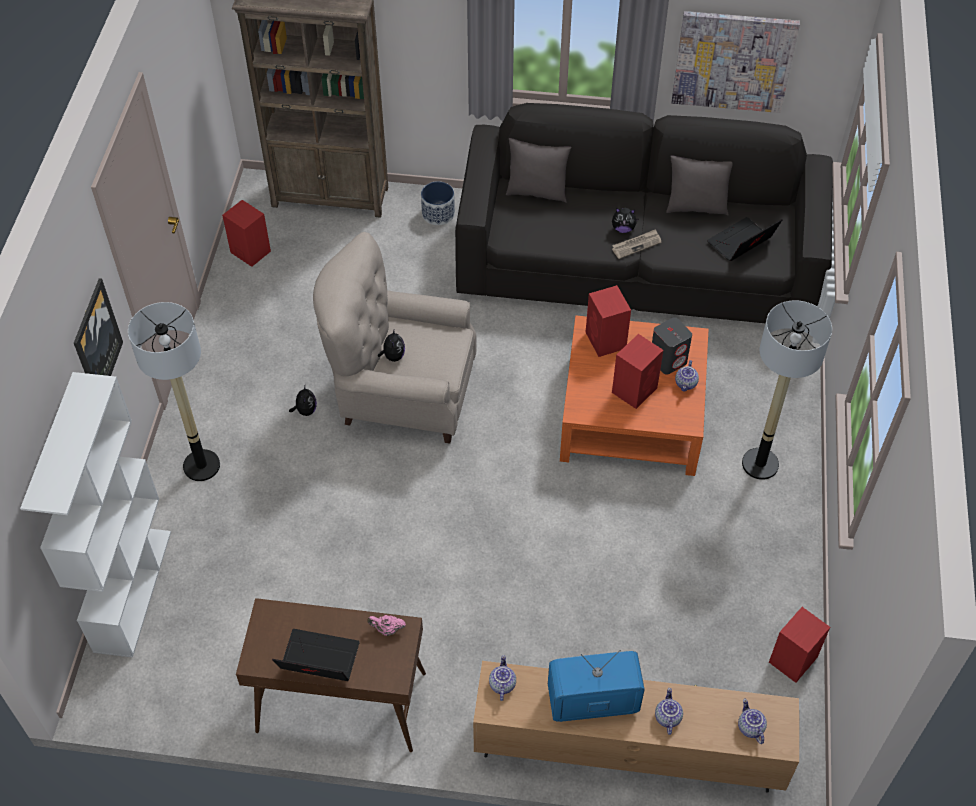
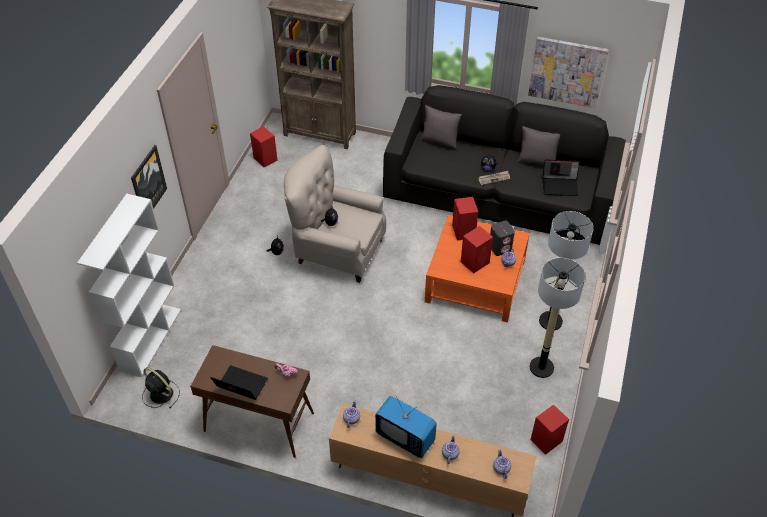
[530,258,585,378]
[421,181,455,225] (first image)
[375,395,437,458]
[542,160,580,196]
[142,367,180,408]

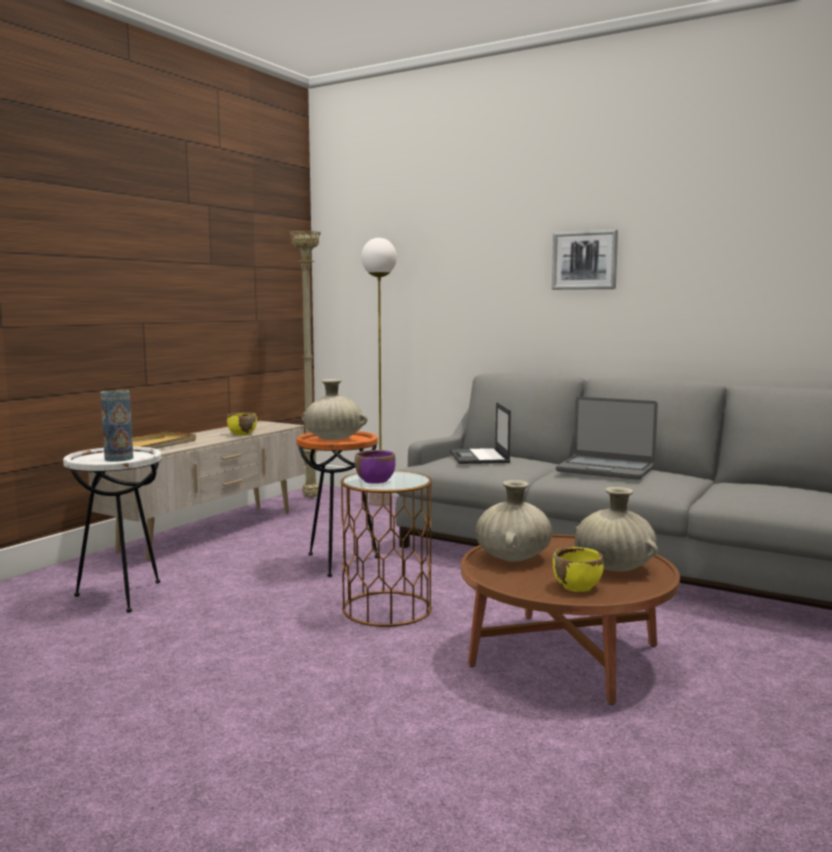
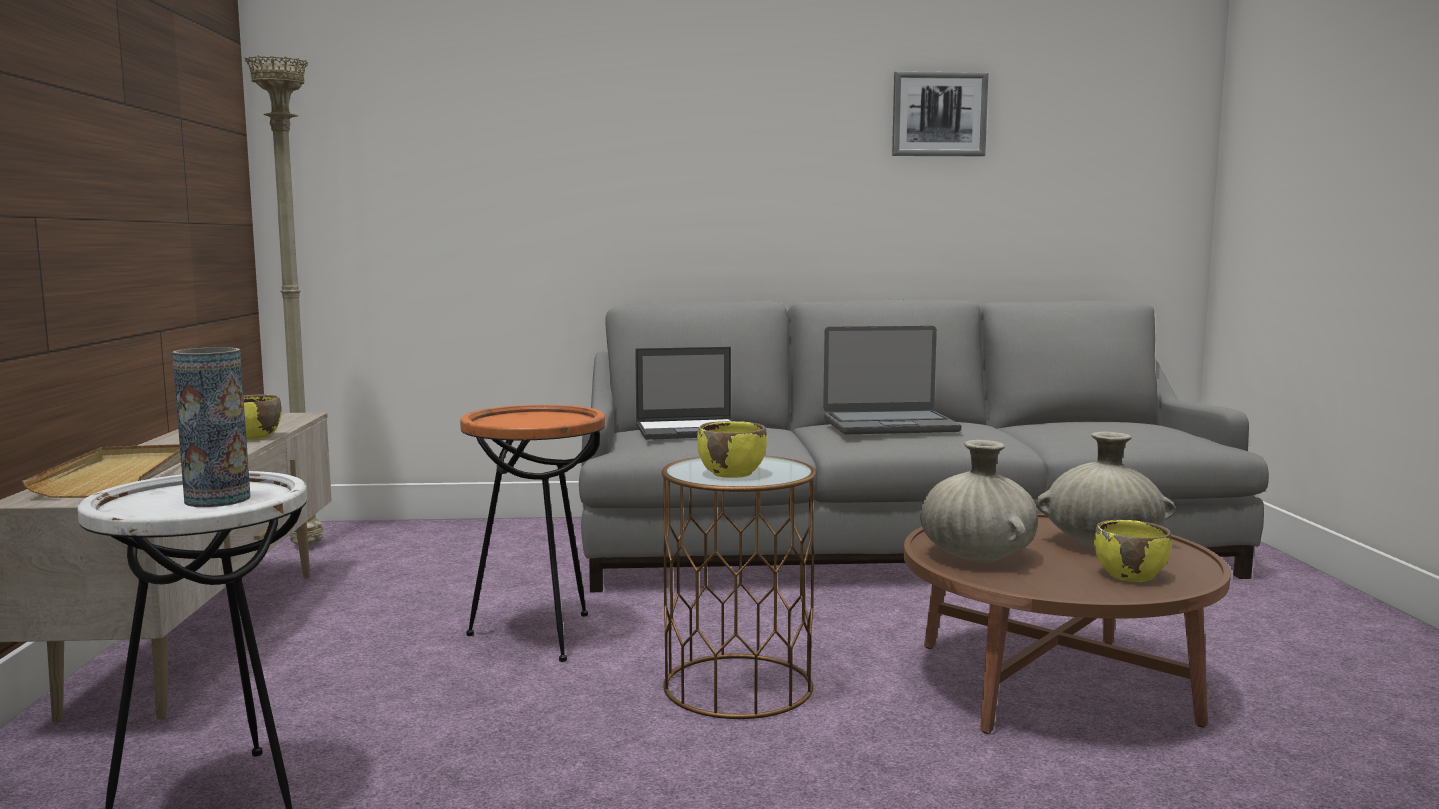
[302,379,367,440] (first image)
[697,421,767,478]
[361,238,397,506] (first image)
[635,347,733,440]
[892,71,988,156]

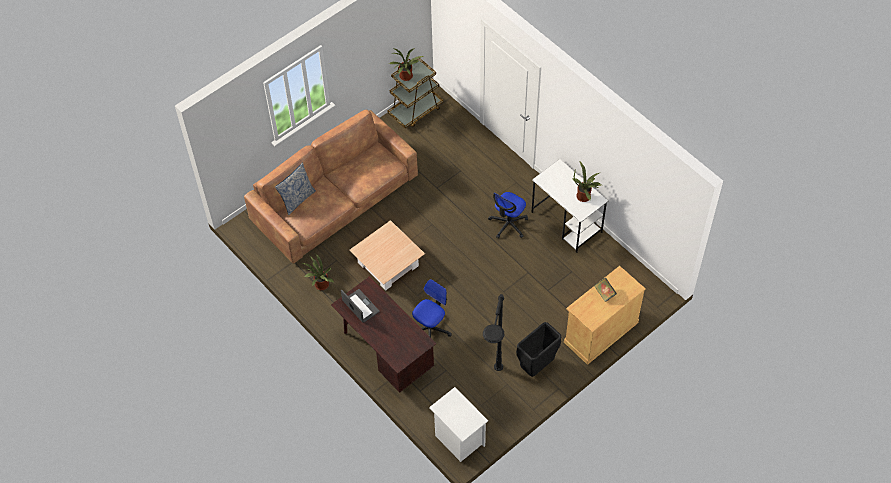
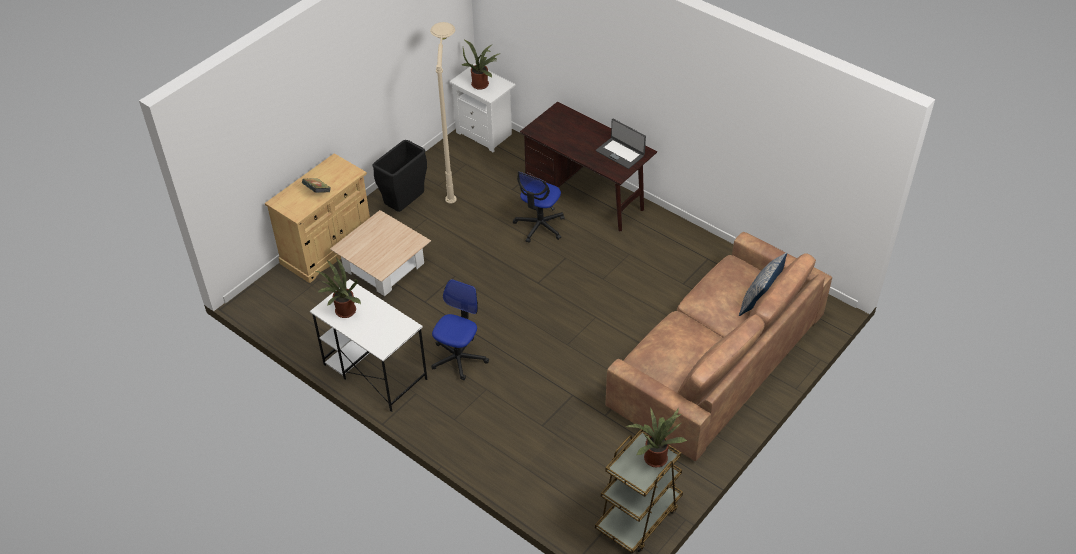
[461,39,502,90]
[330,210,431,296]
[430,22,457,204]

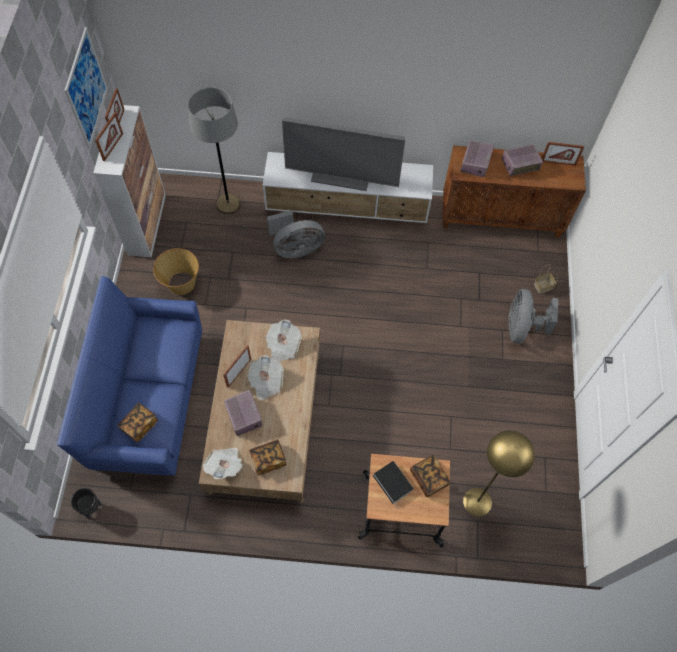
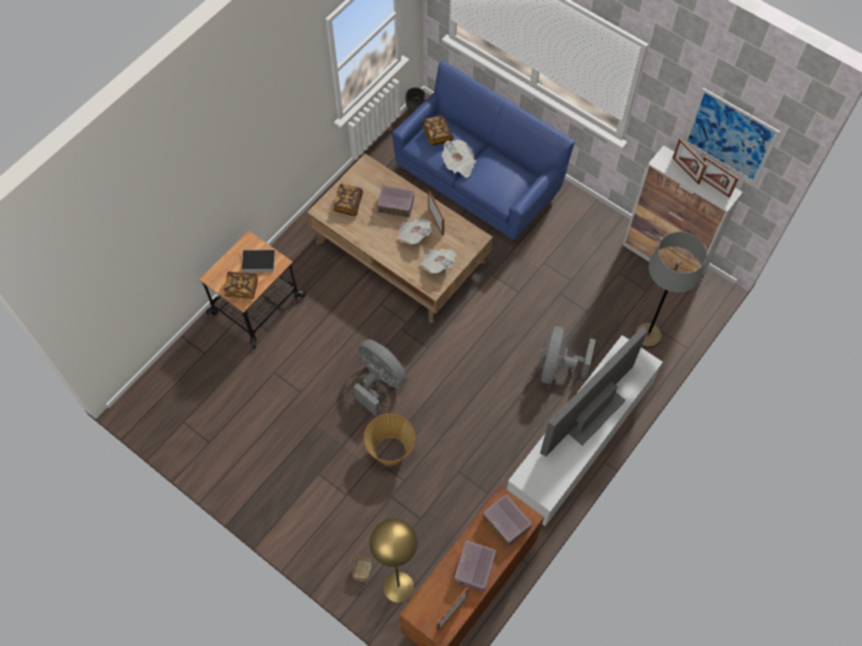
[364,414,415,465]
[442,140,476,178]
[369,518,418,603]
[354,339,407,417]

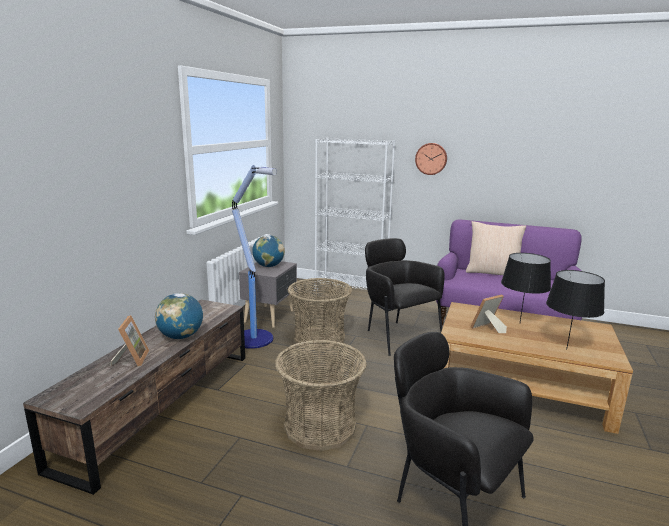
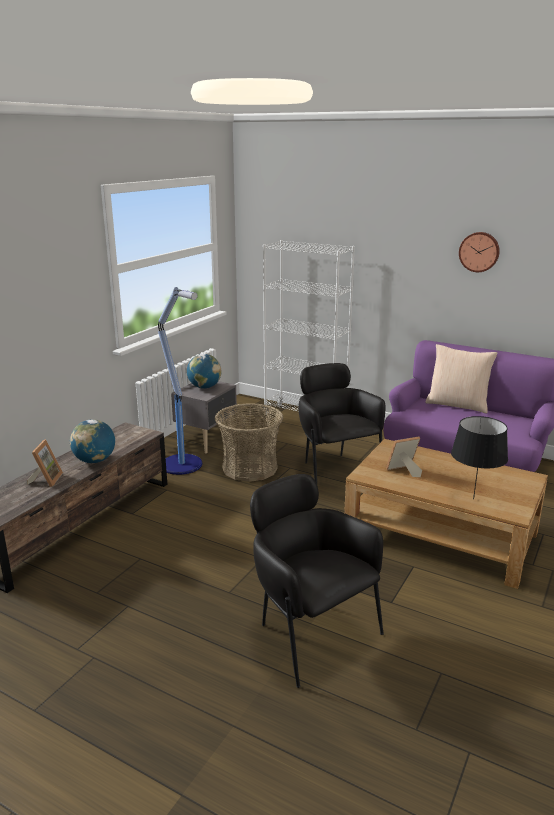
[275,340,367,451] (first image)
[459,232,500,272]
[501,253,551,322] (first image)

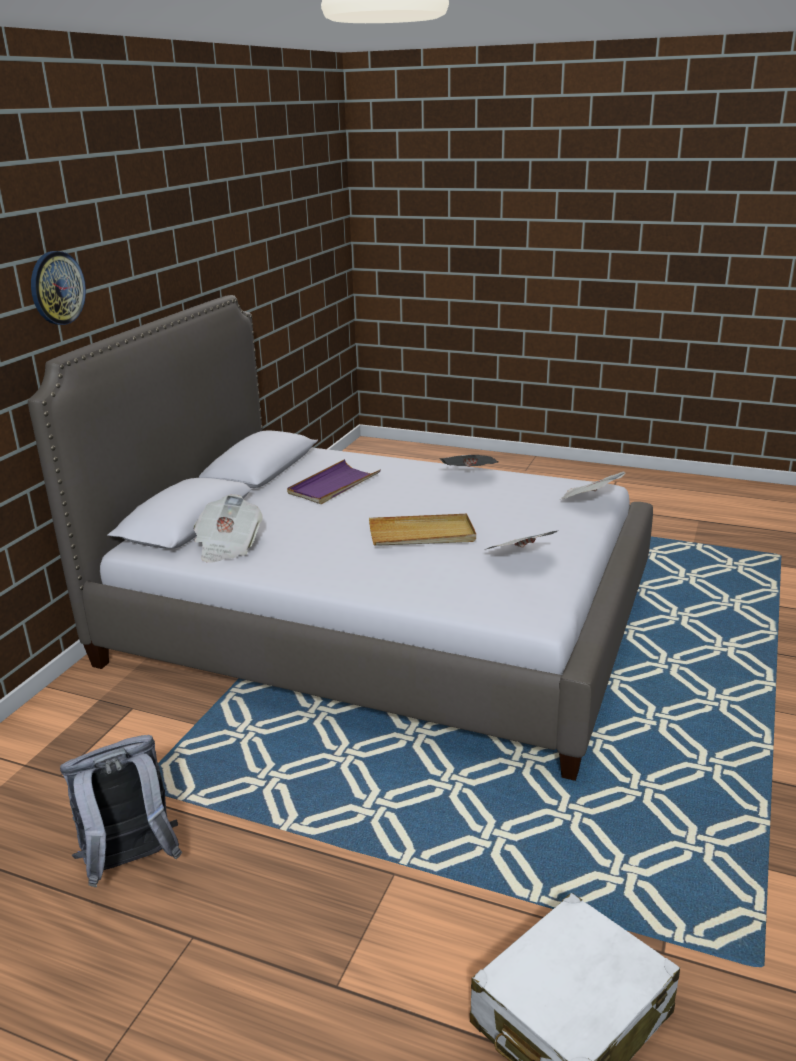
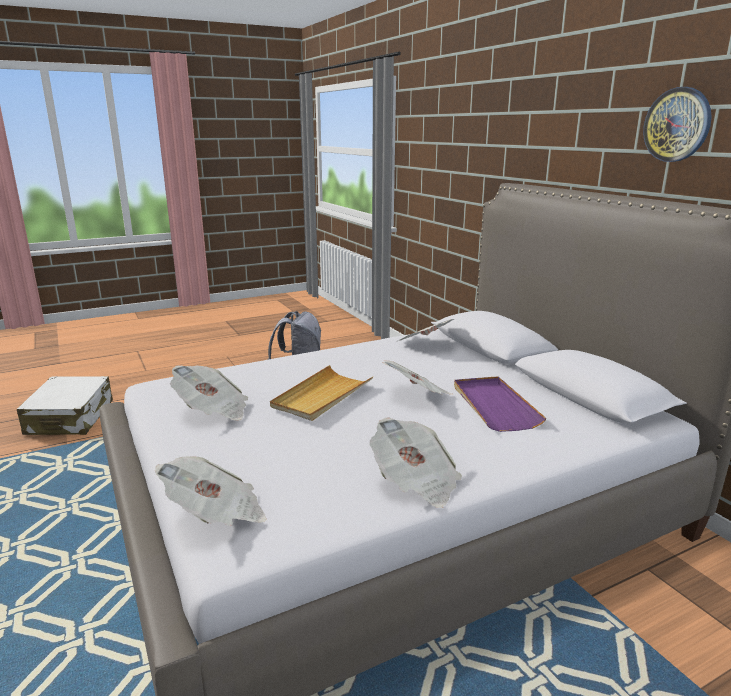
[643,87,712,162]
[382,361,454,395]

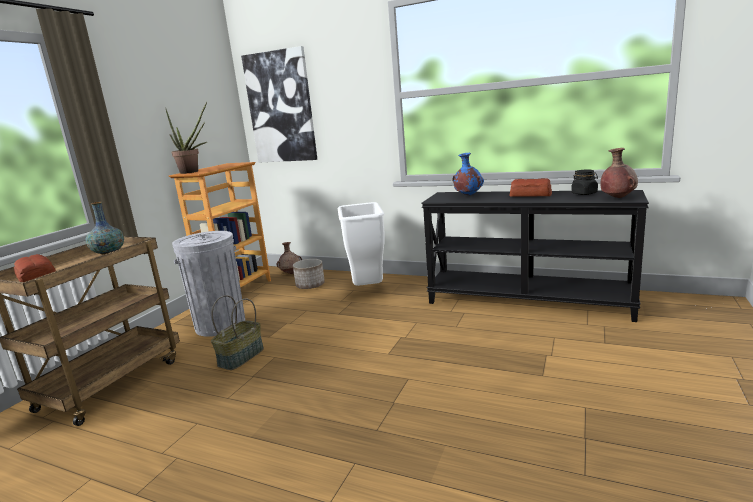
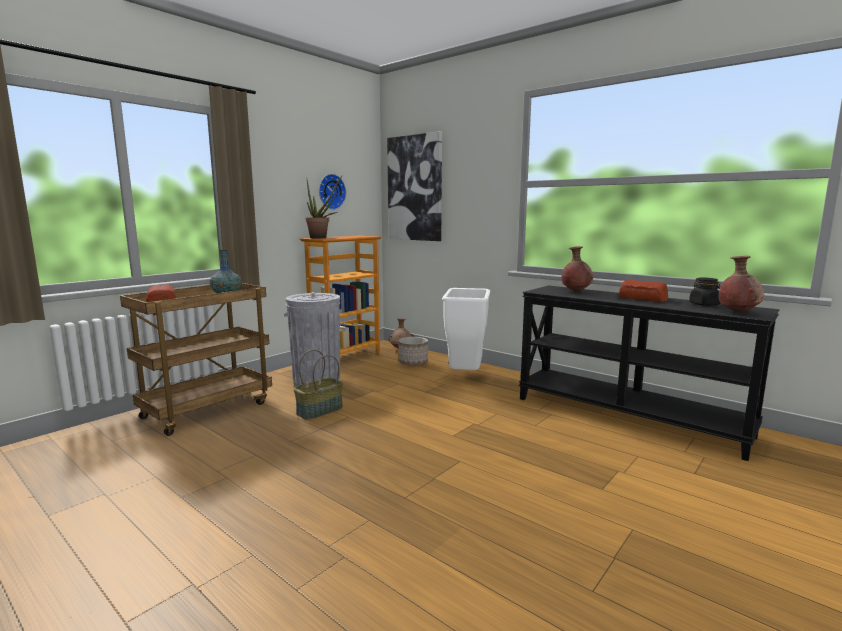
[562,246,593,292]
[319,174,346,210]

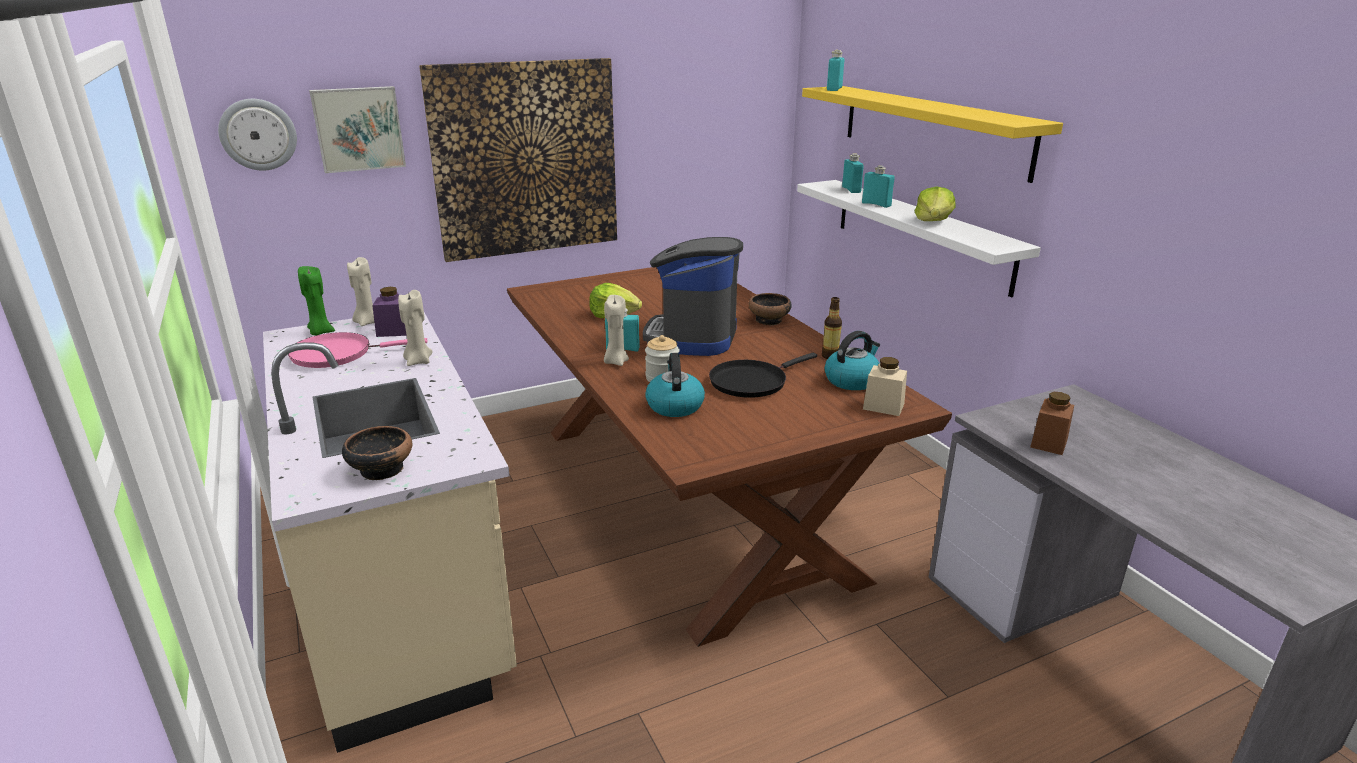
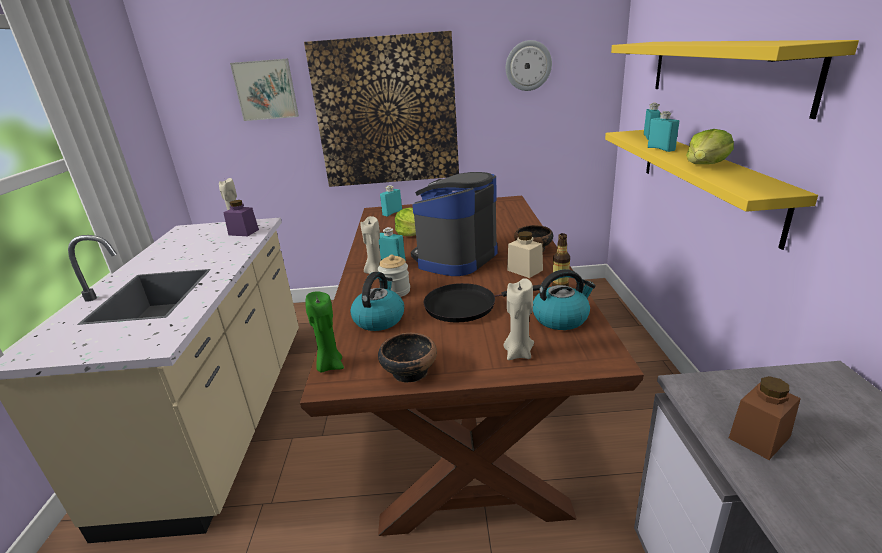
[506,40,552,91]
[288,332,428,368] (first image)
[306,292,344,373]
[378,333,437,383]
[503,278,534,360]
[605,130,818,250]
[380,185,402,216]
[507,231,543,278]

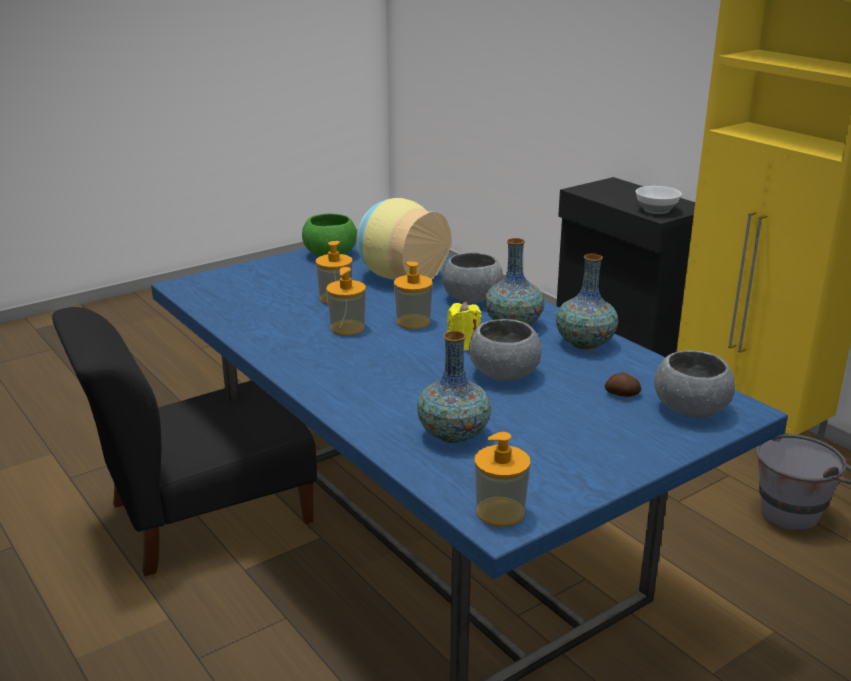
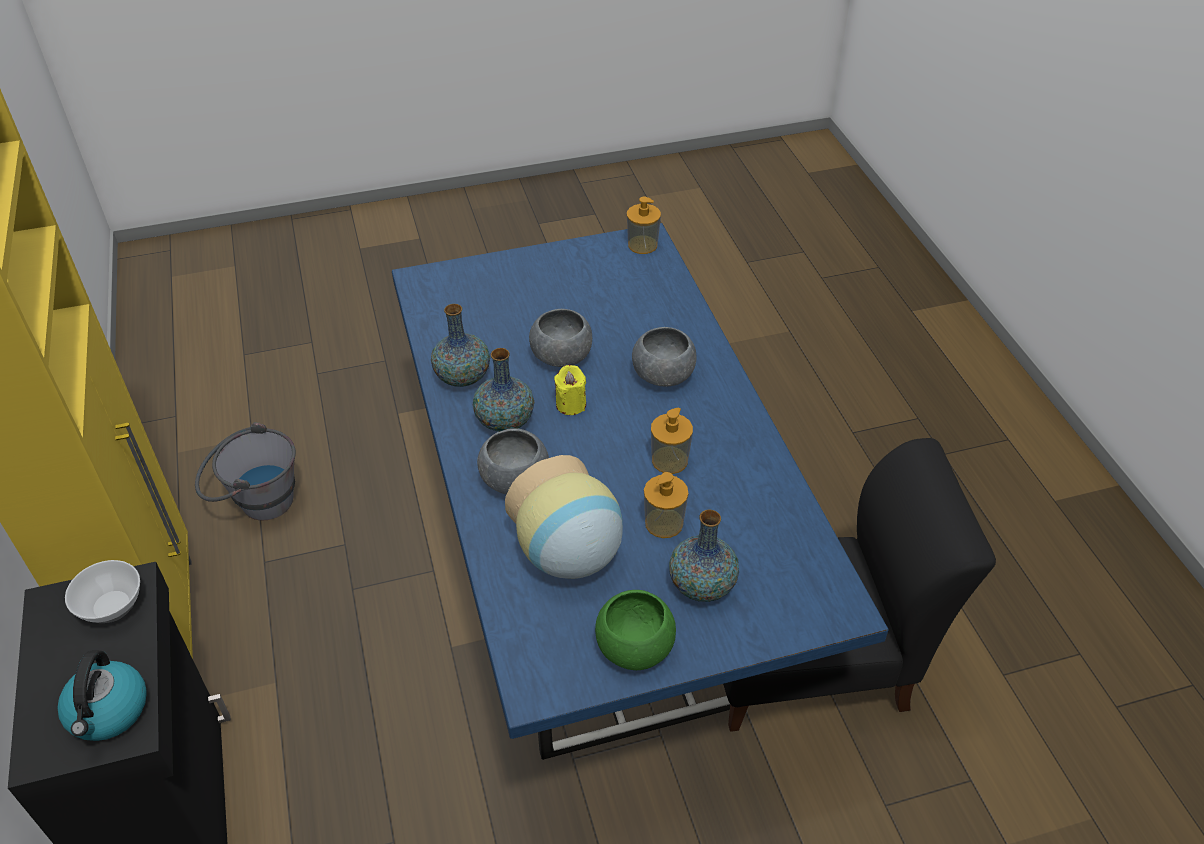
[394,262,433,329] (first image)
[669,510,739,602]
[605,372,641,397] (first image)
[632,327,696,387]
[57,650,147,741]

